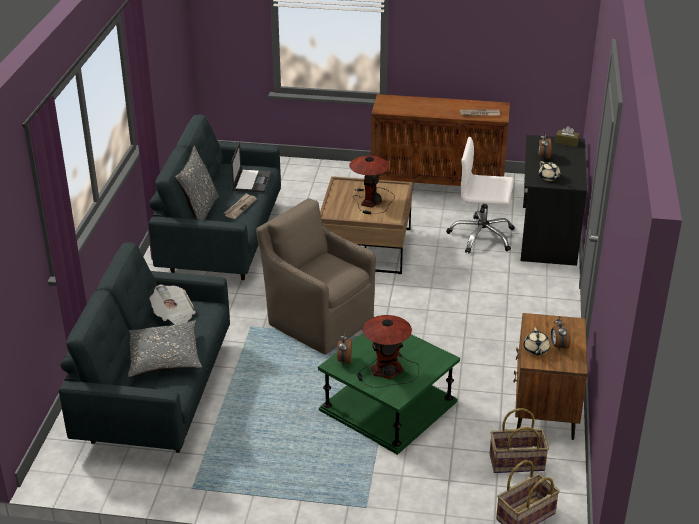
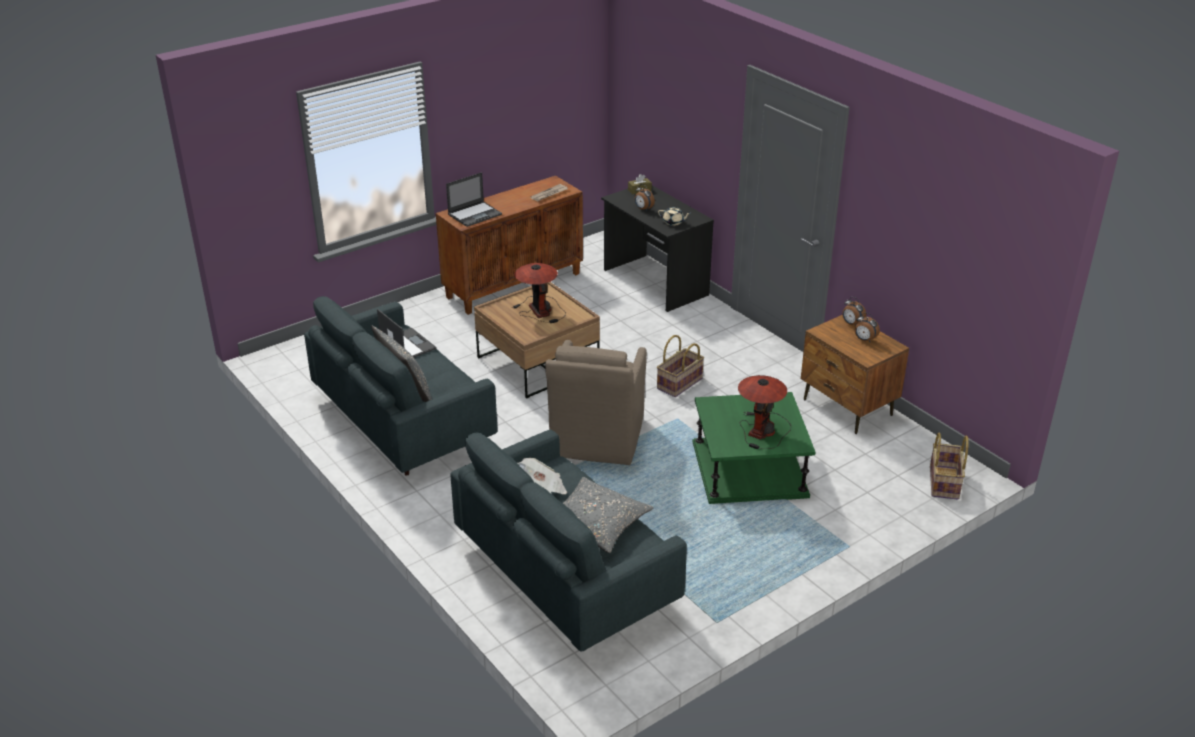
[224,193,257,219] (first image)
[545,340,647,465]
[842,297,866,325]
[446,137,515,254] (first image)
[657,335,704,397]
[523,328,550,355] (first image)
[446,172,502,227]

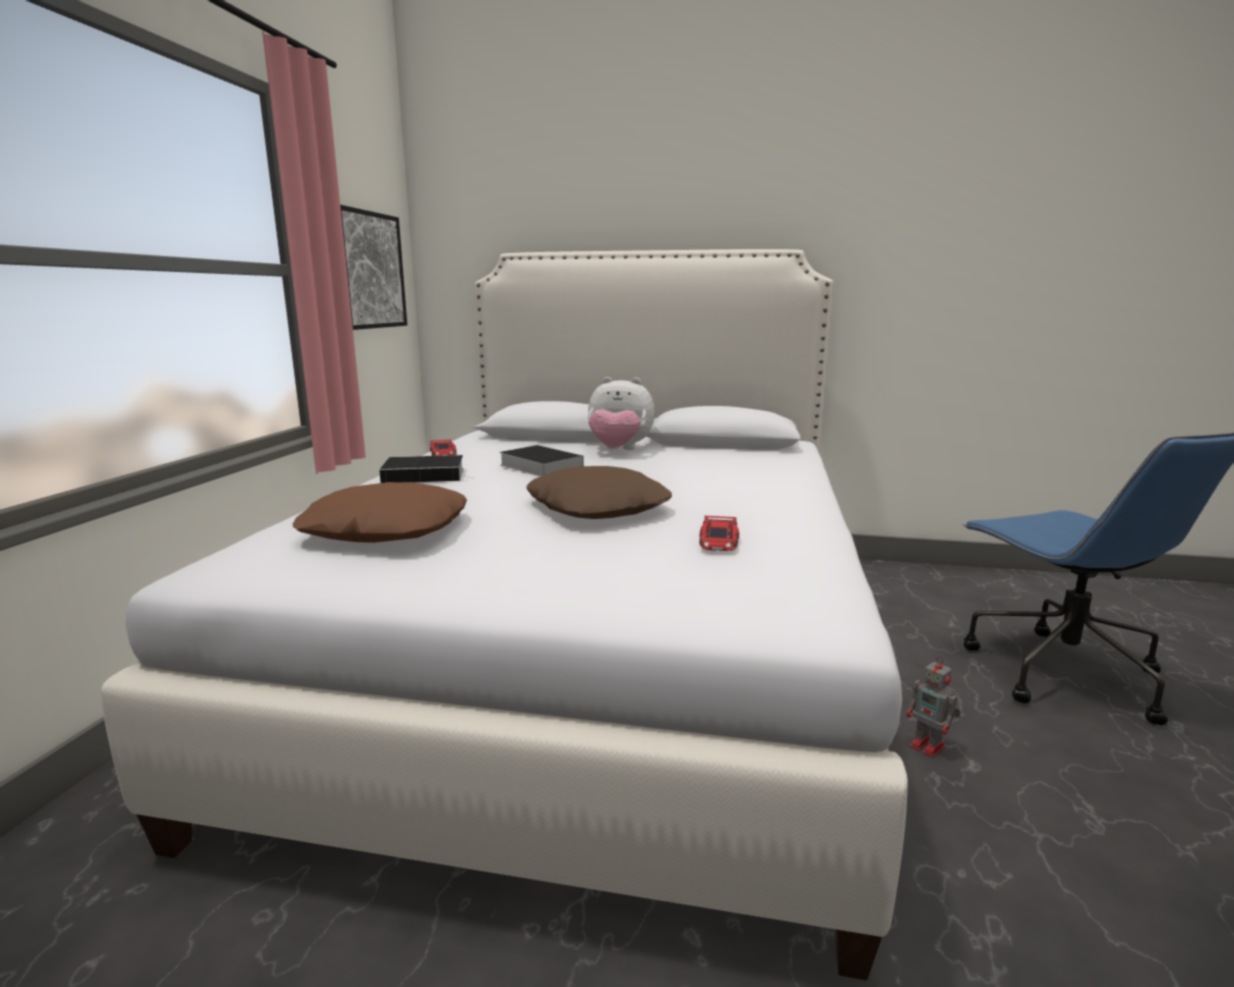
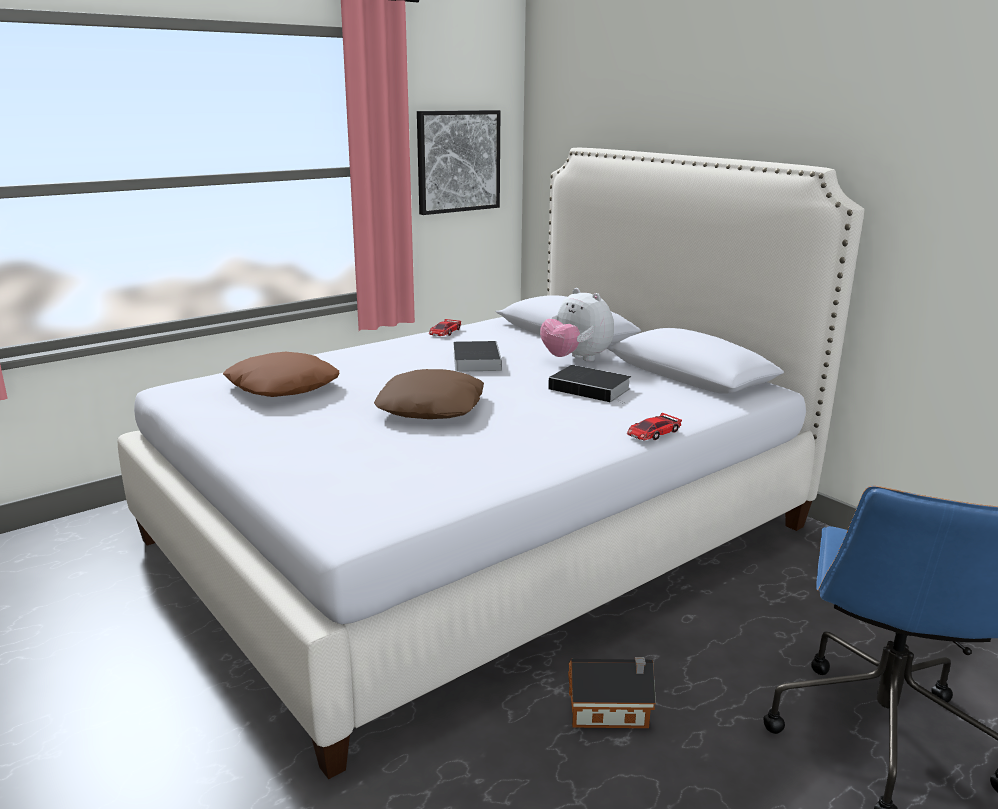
[548,365,631,404]
[627,413,682,441]
[568,657,656,728]

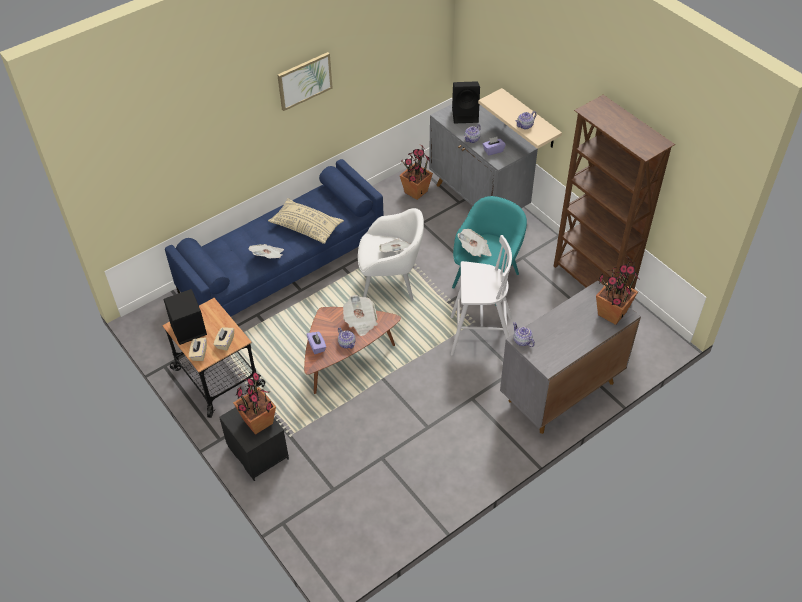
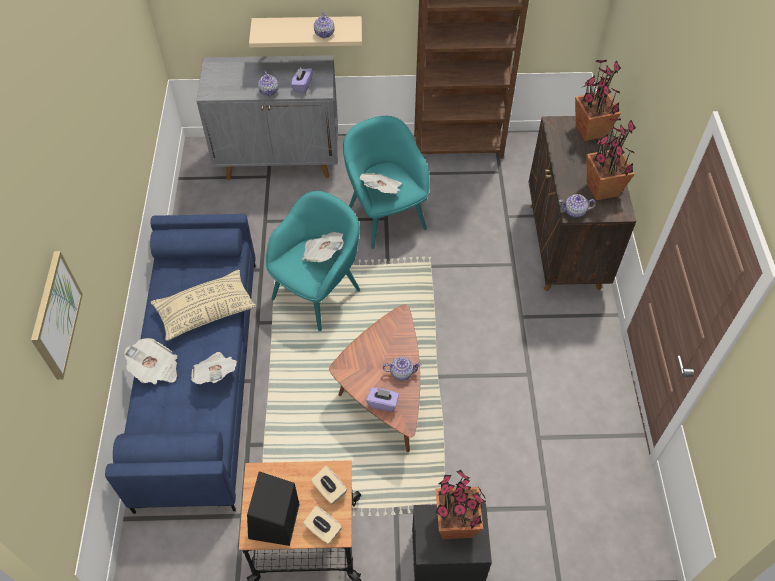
[31,251,83,380]
[124,338,177,384]
[266,191,360,332]
[587,118,636,200]
[451,235,512,355] (first image)
[452,81,480,124] (first image)
[528,116,636,291]

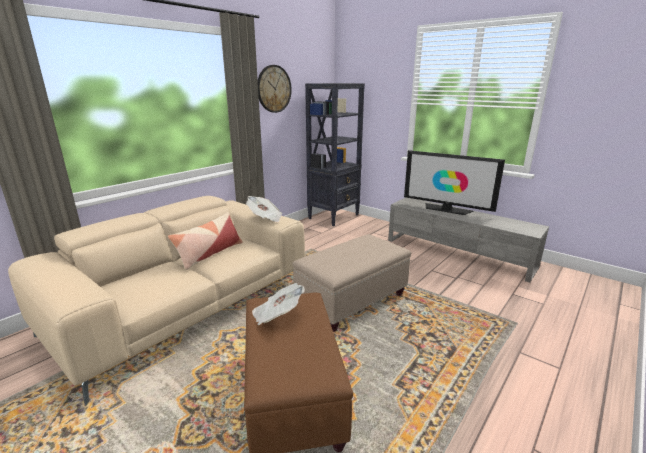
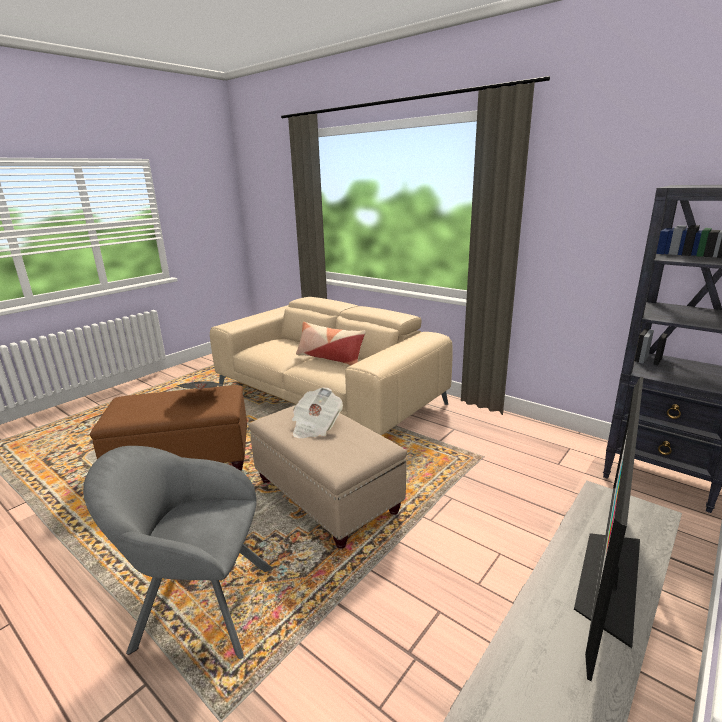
[292,387,343,438]
[258,65,292,113] (first image)
[83,446,272,659]

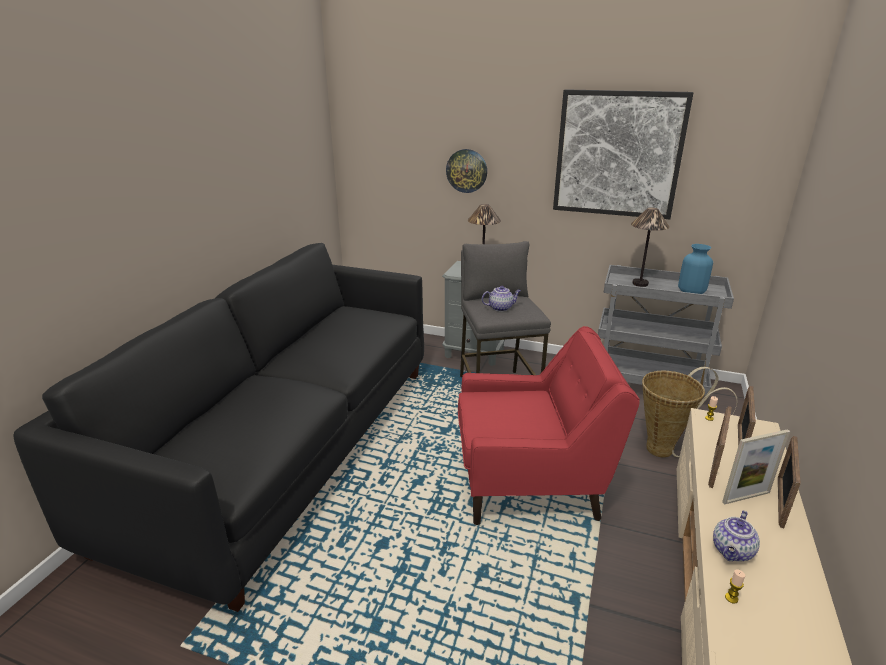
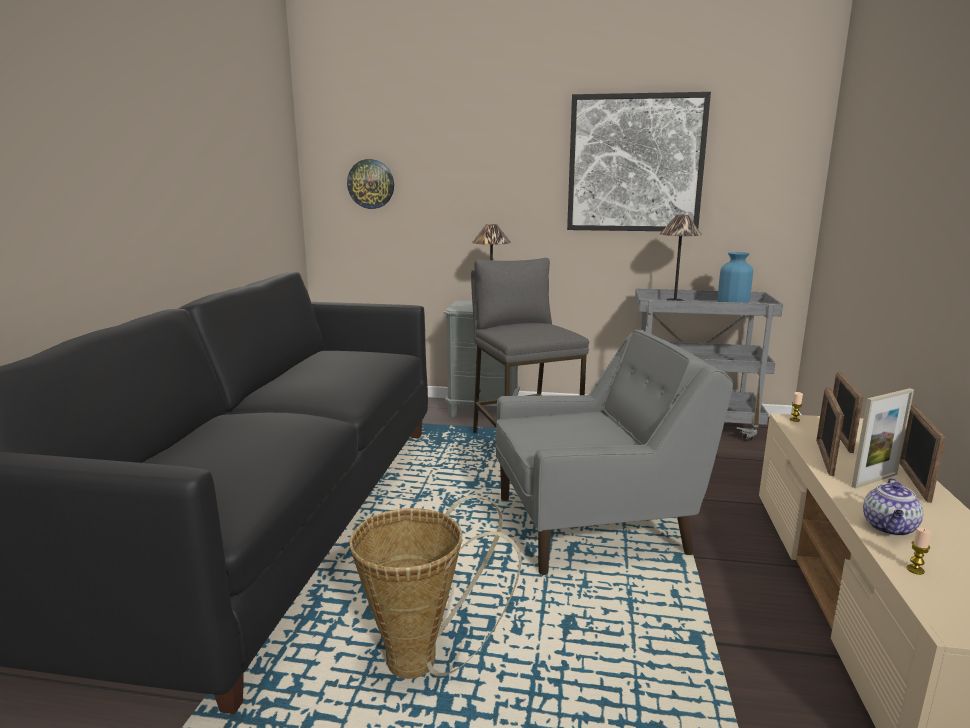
[347,159,394,209]
[495,329,733,575]
[482,286,521,311] (first image)
[349,495,522,679]

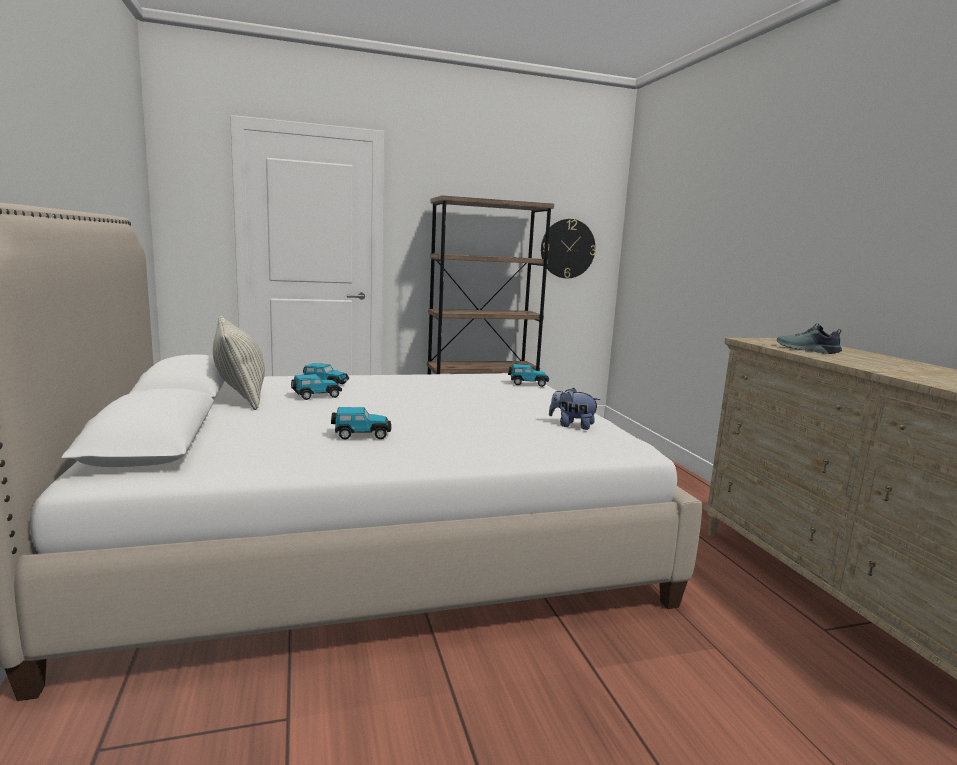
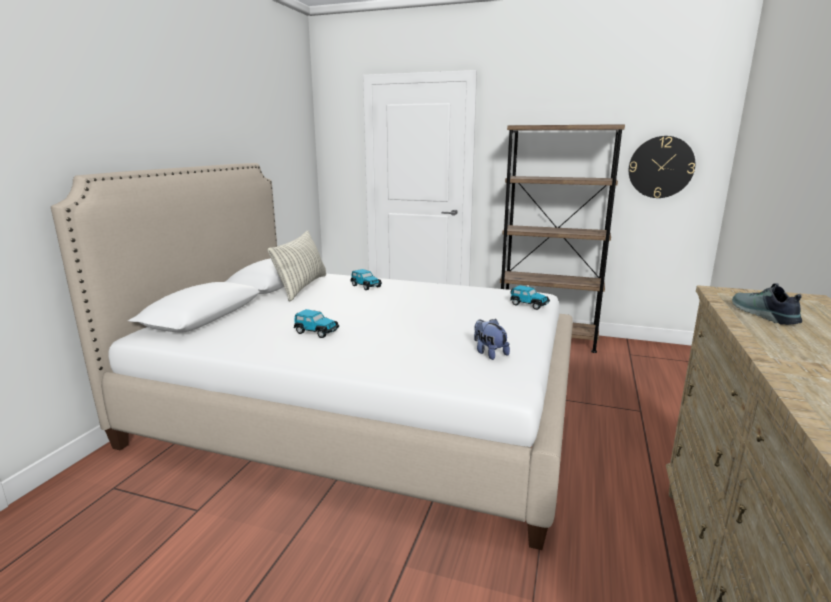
[291,374,342,400] (first image)

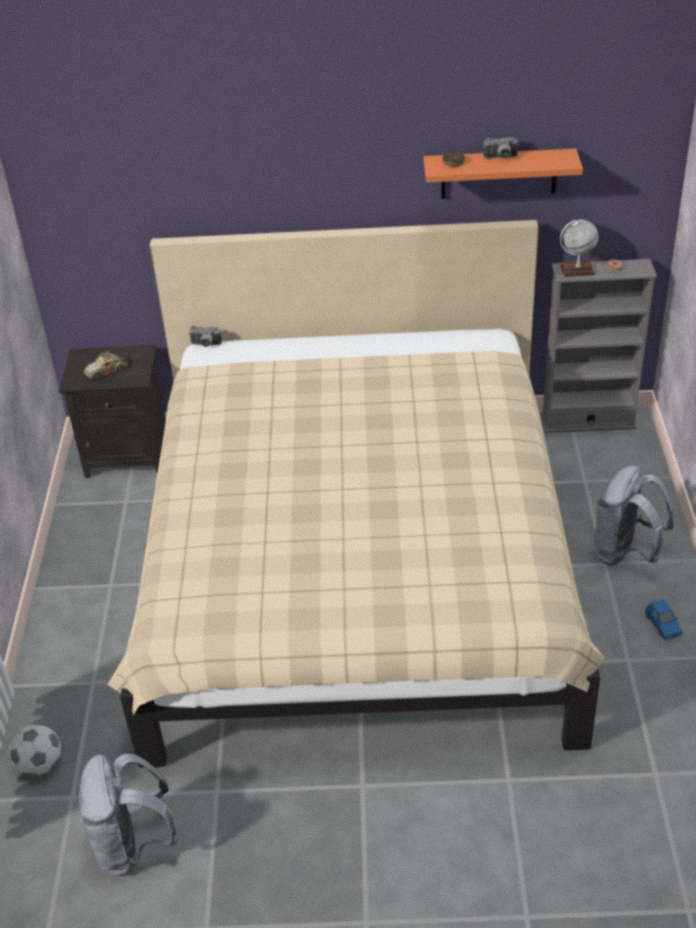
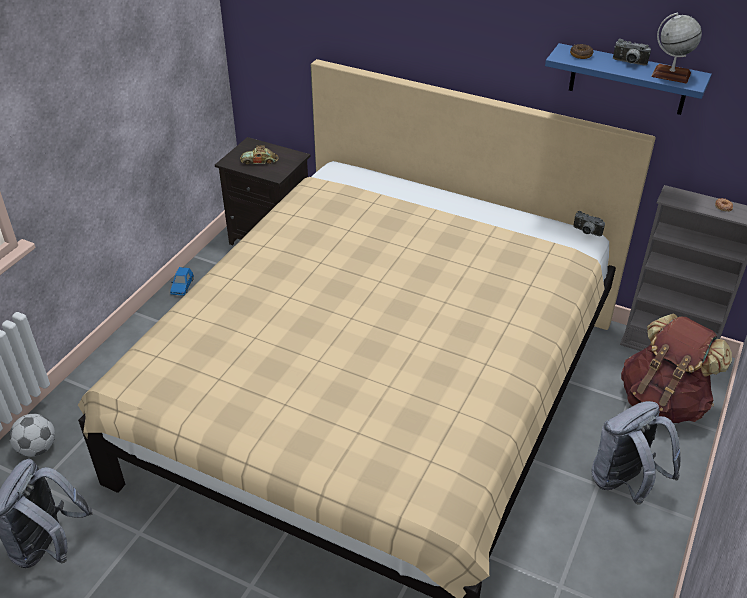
[573,211,605,236]
[545,43,712,115]
[651,13,702,84]
[170,267,194,296]
[621,313,732,423]

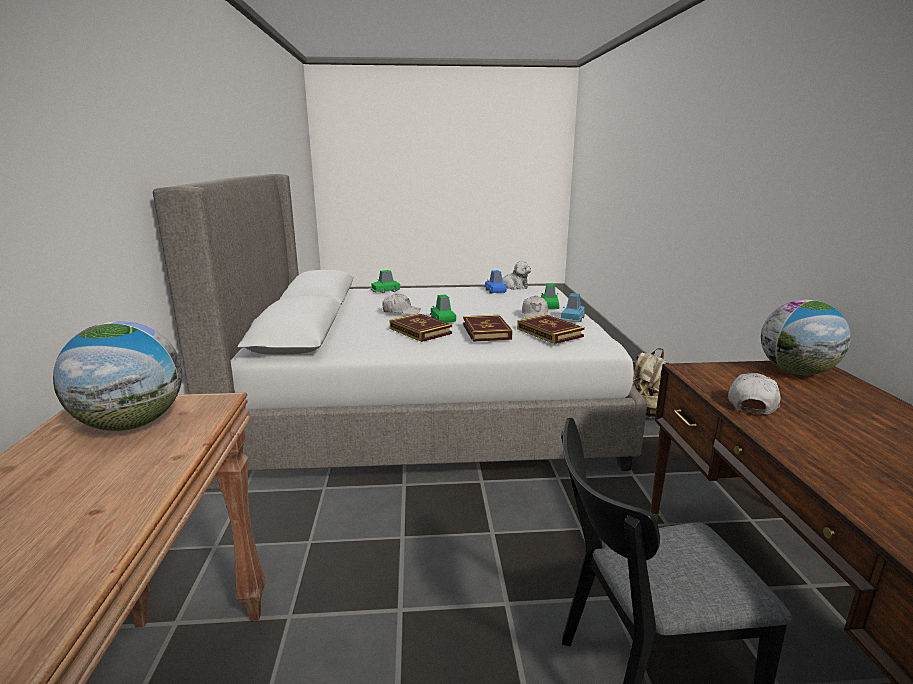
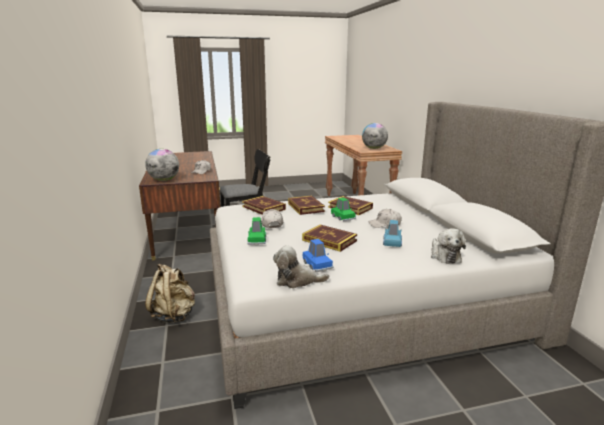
[431,228,466,264]
[383,220,402,247]
[302,225,357,252]

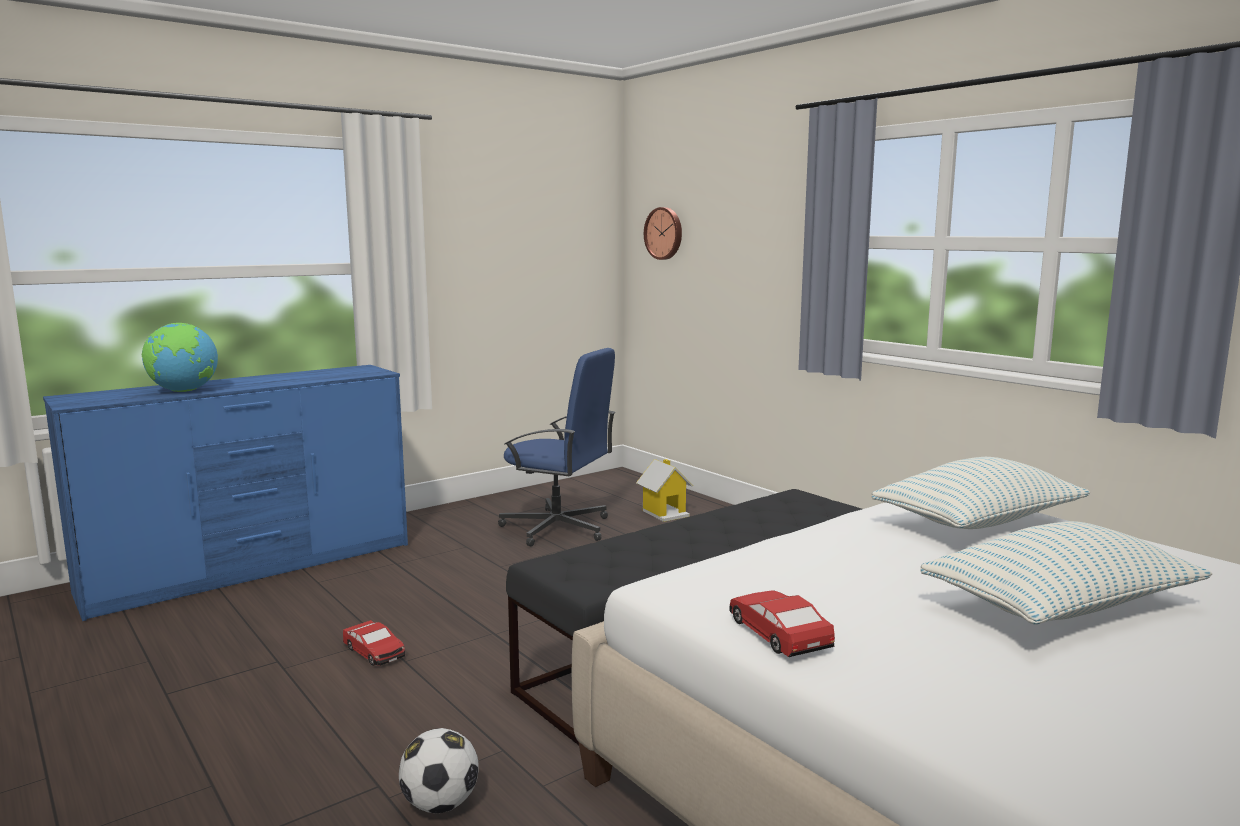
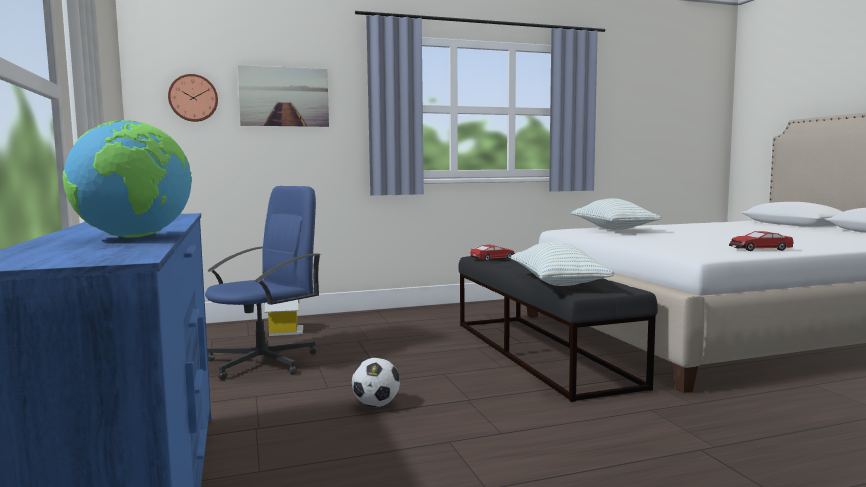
[470,245,515,261]
[352,357,400,407]
[510,242,615,286]
[237,65,329,127]

